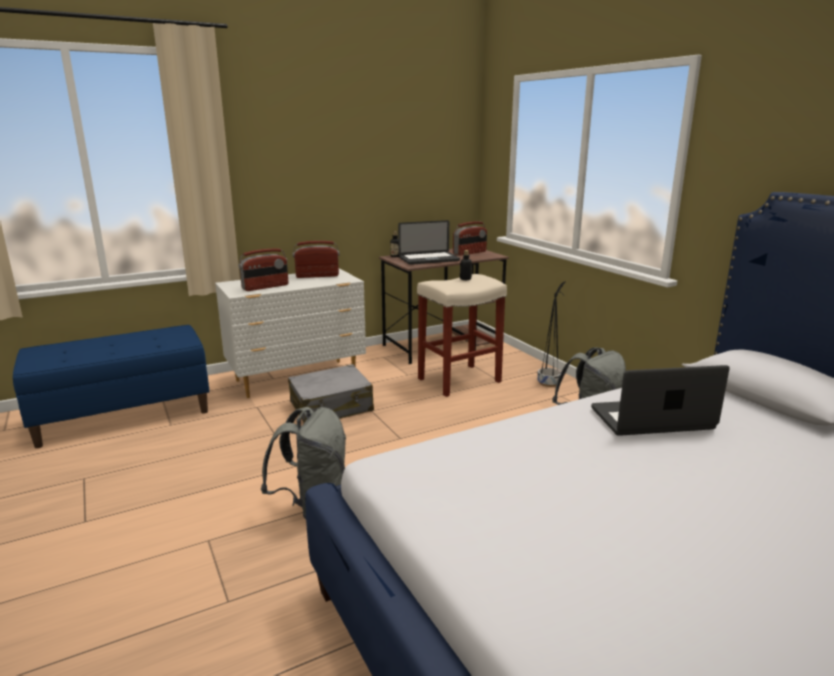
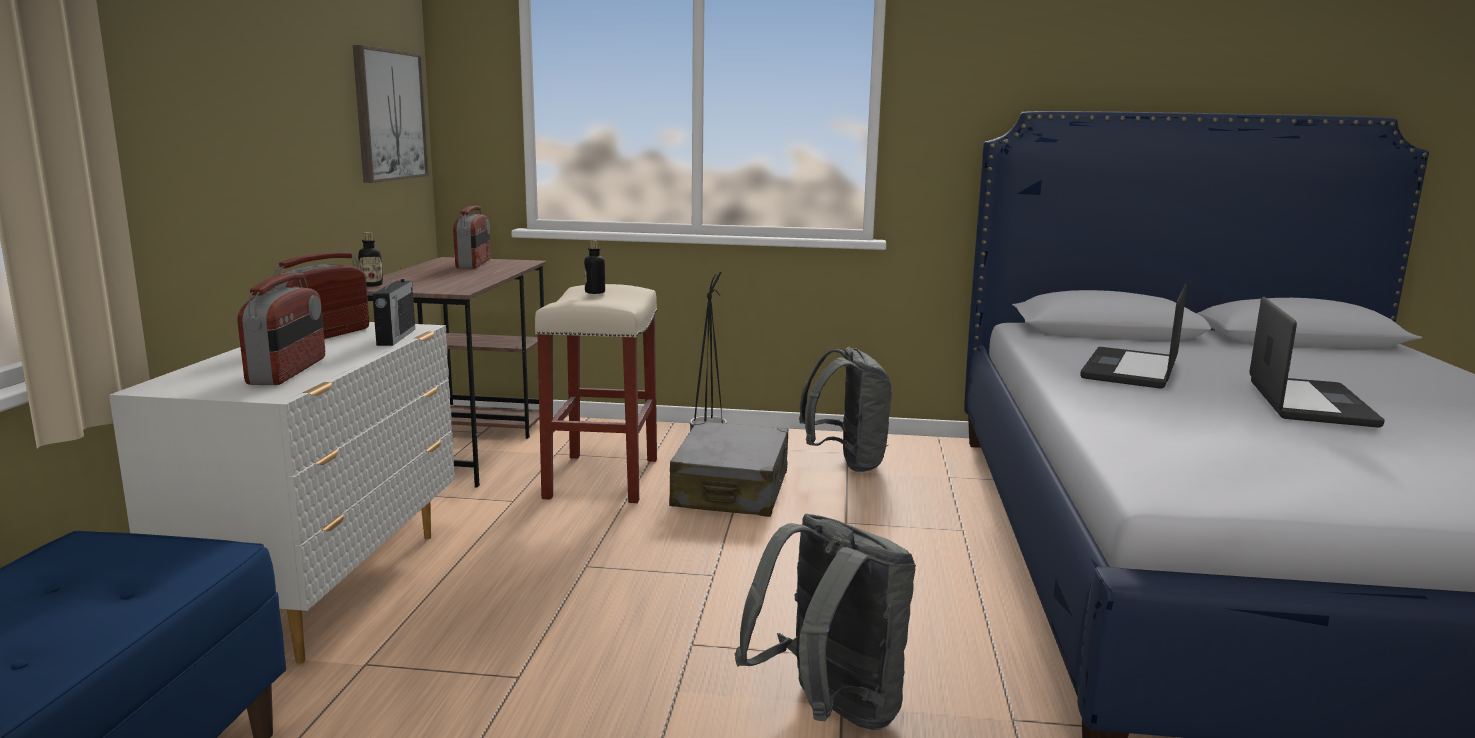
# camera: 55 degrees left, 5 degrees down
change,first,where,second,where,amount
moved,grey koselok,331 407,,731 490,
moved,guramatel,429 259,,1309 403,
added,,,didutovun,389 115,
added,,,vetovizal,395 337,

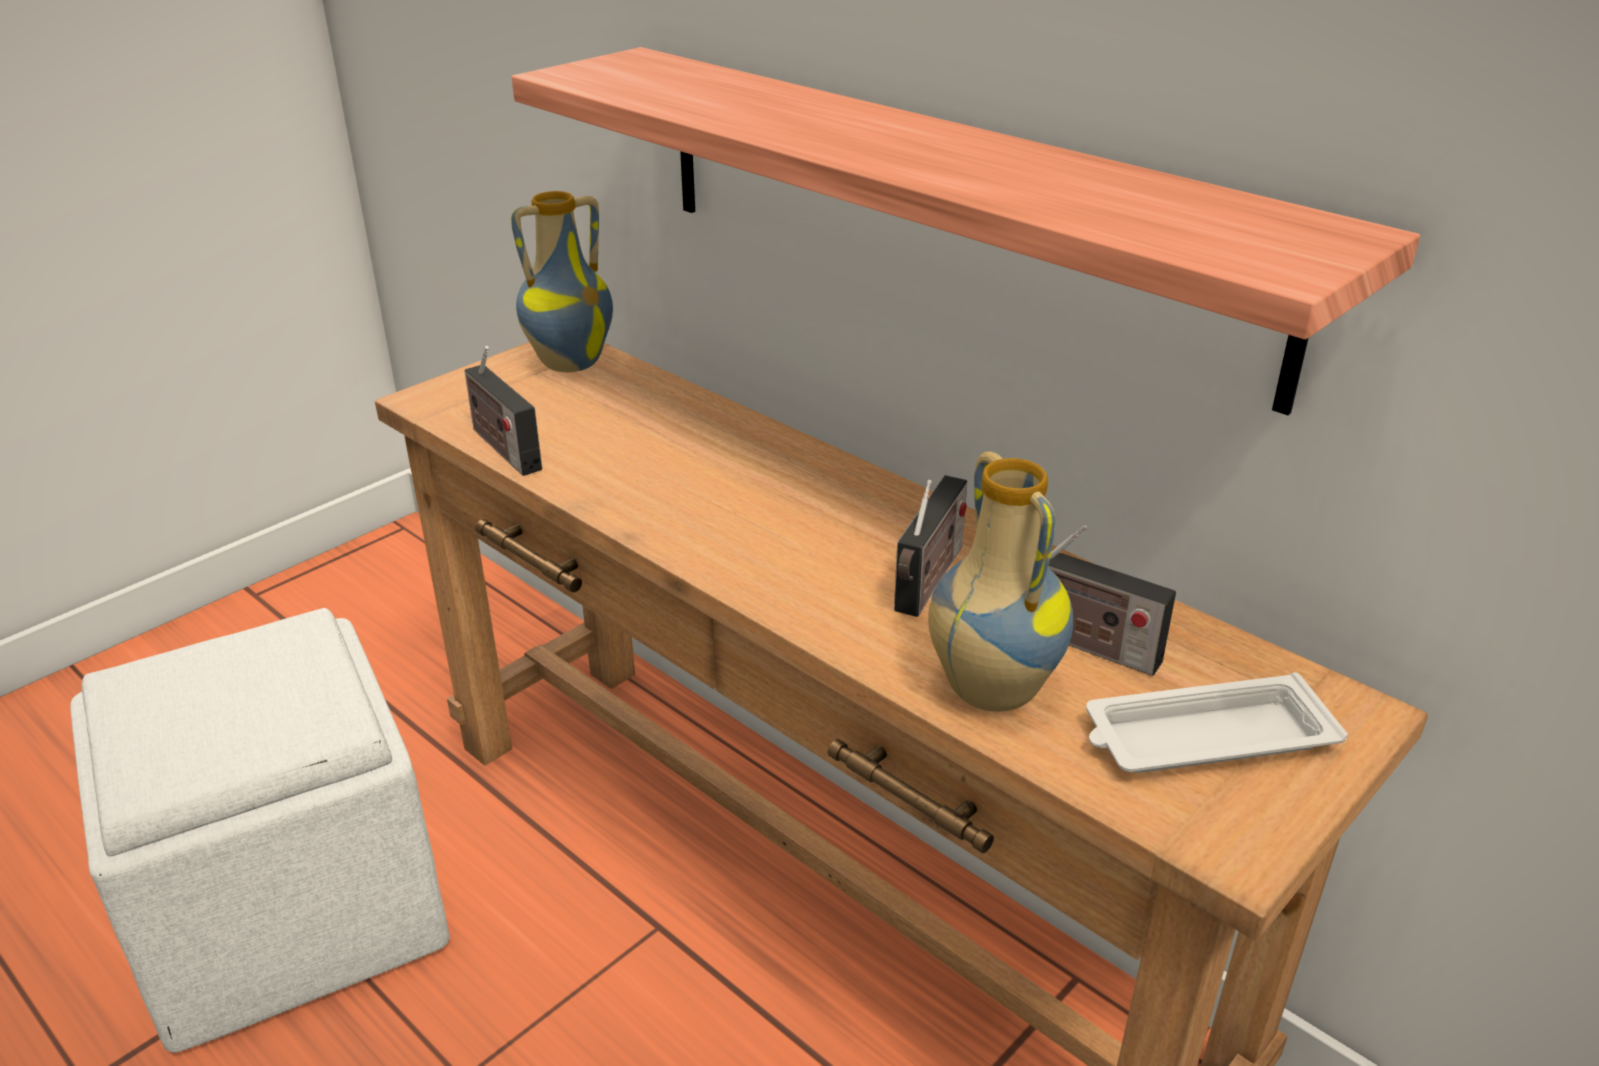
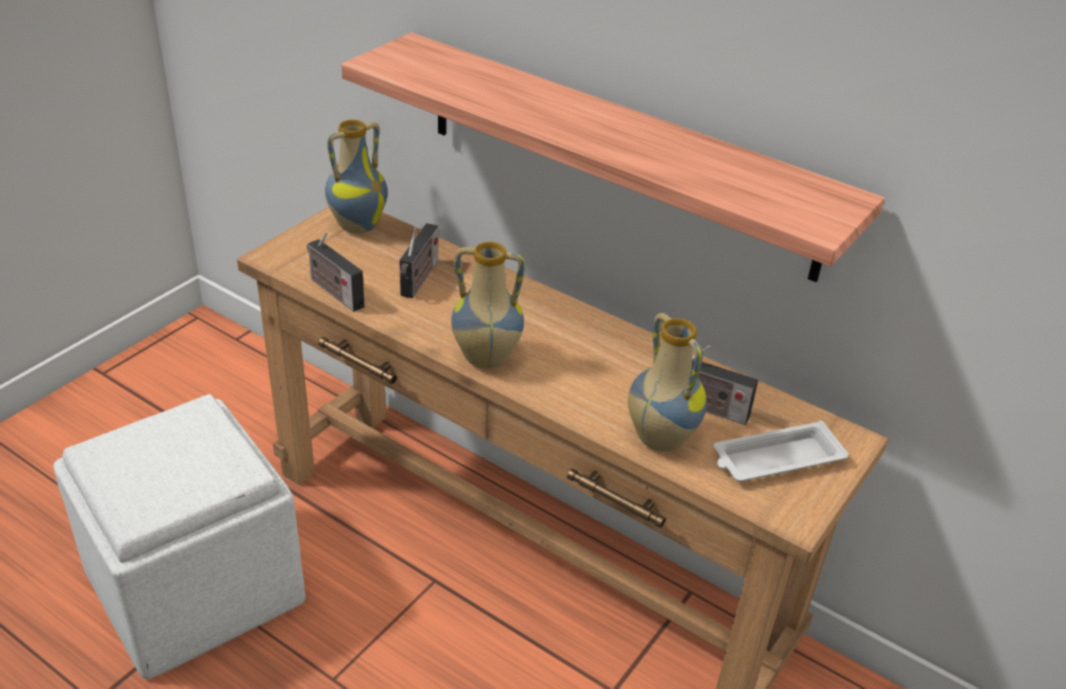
# camera: 10 degrees left, 5 degrees up
change,first,where,second,where,amount
moved,vetovizal,928 582,,419 280,
added,,,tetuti,485 359,

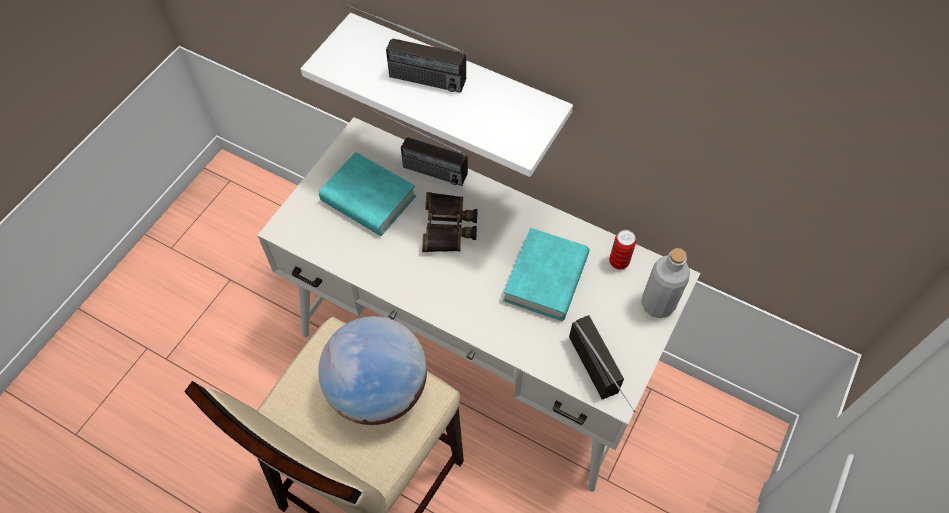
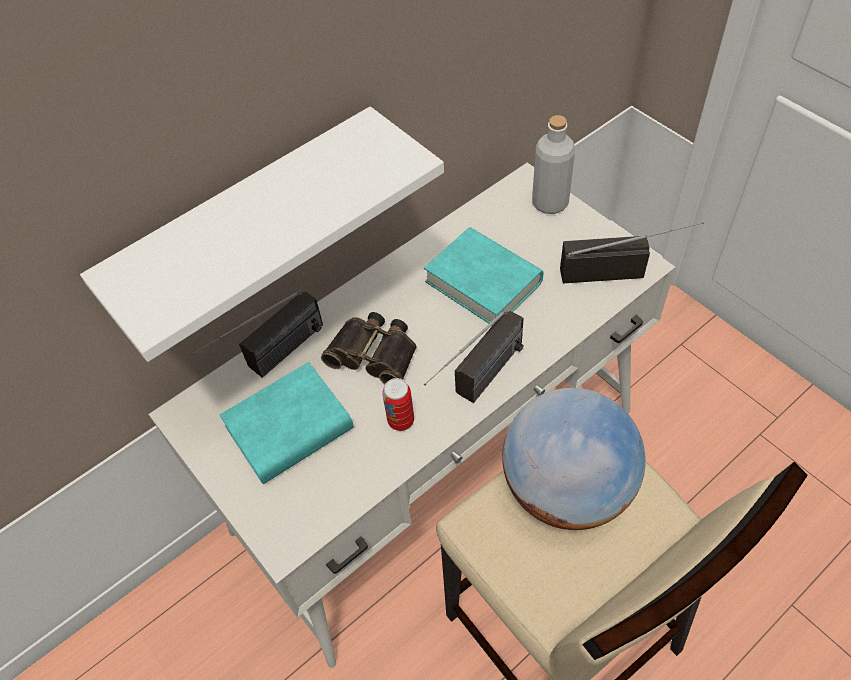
# camera: 65 degrees left, 5 degrees down
change,first,where,second,where,amount
moved,vetovizal,407 75,,478 385,
moved,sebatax,619 262,,401 421,

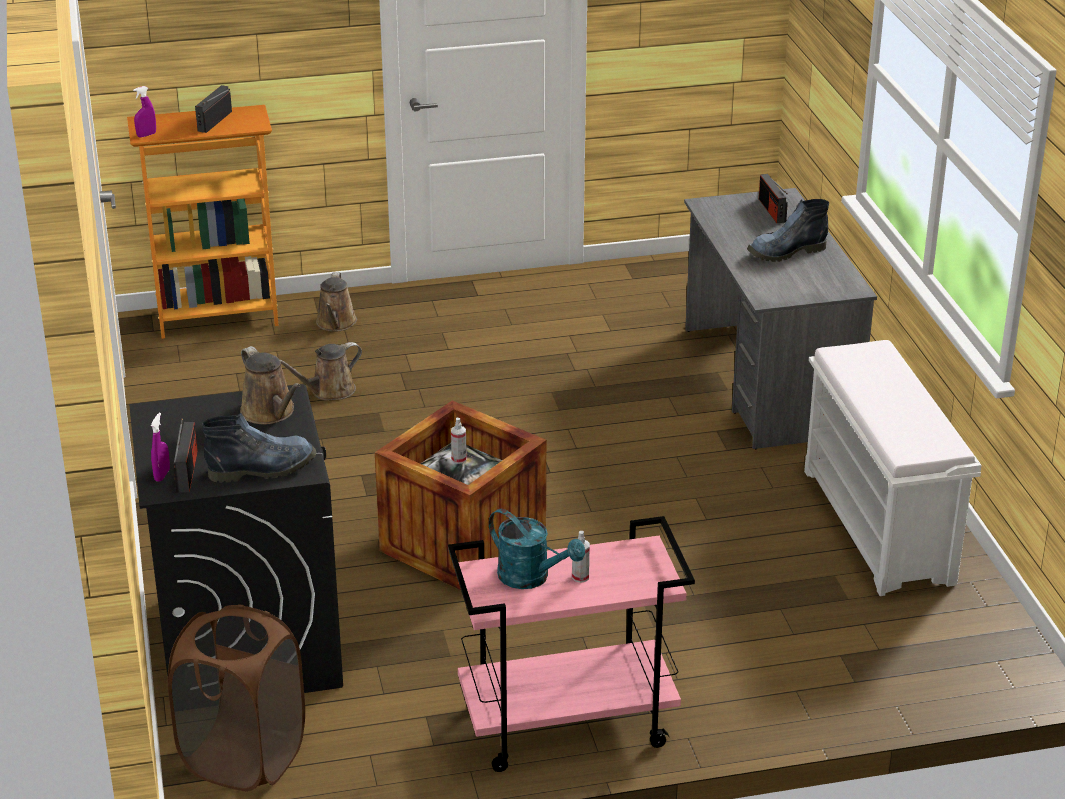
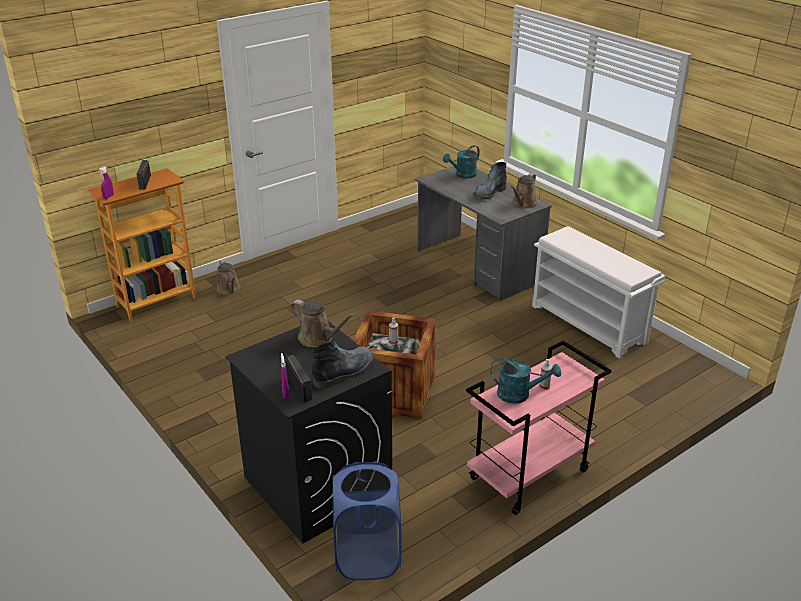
# camera: 25 degrees left, 0 degrees up
change,first,where,second,where,amount
recoloured,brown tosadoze,243 757,blue tosadoze,367 557,
moved,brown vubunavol,329 391,,523 204,
replaced,vetovizal,772 210,turquoise vubunavol,463 175,

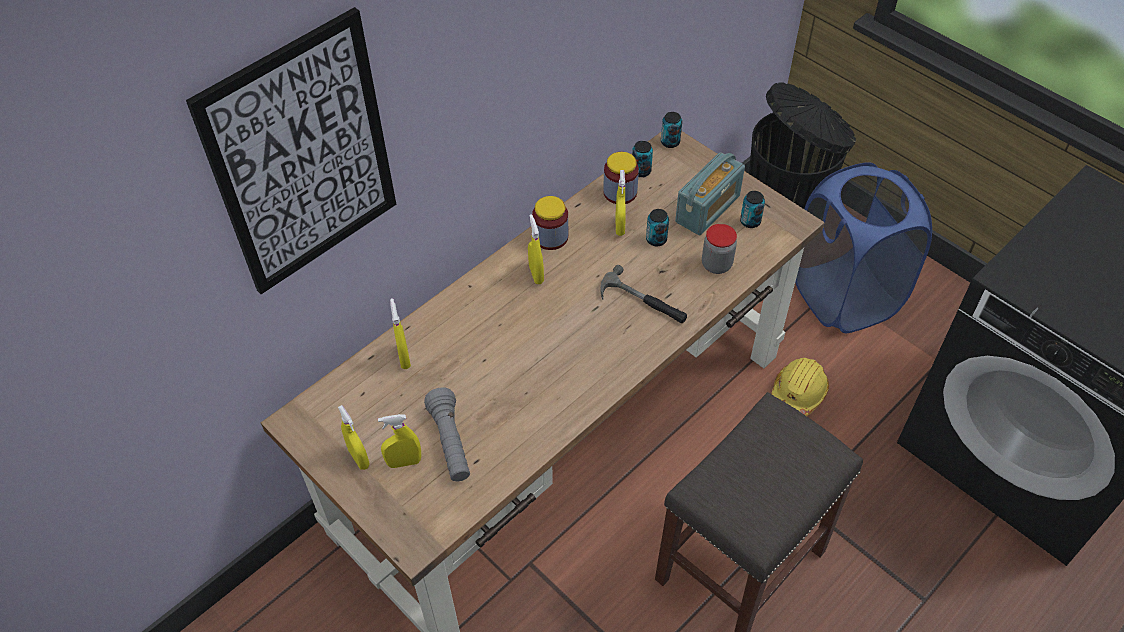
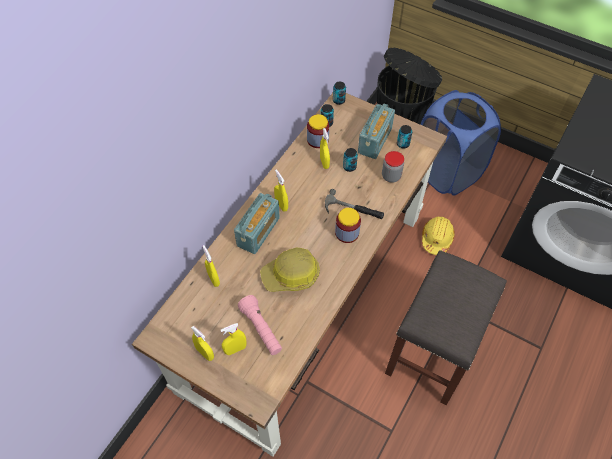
# camera: 15 degrees left, 5 degrees up
change,first,where,second,where,amount
removed,didutovun,302 157,,,
recoloured,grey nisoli,450 443,pink nisoli,261 329,
moved,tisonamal,550 237,,347 233,
added,,,vetovizal,258 231,
added,,,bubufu,291 275,

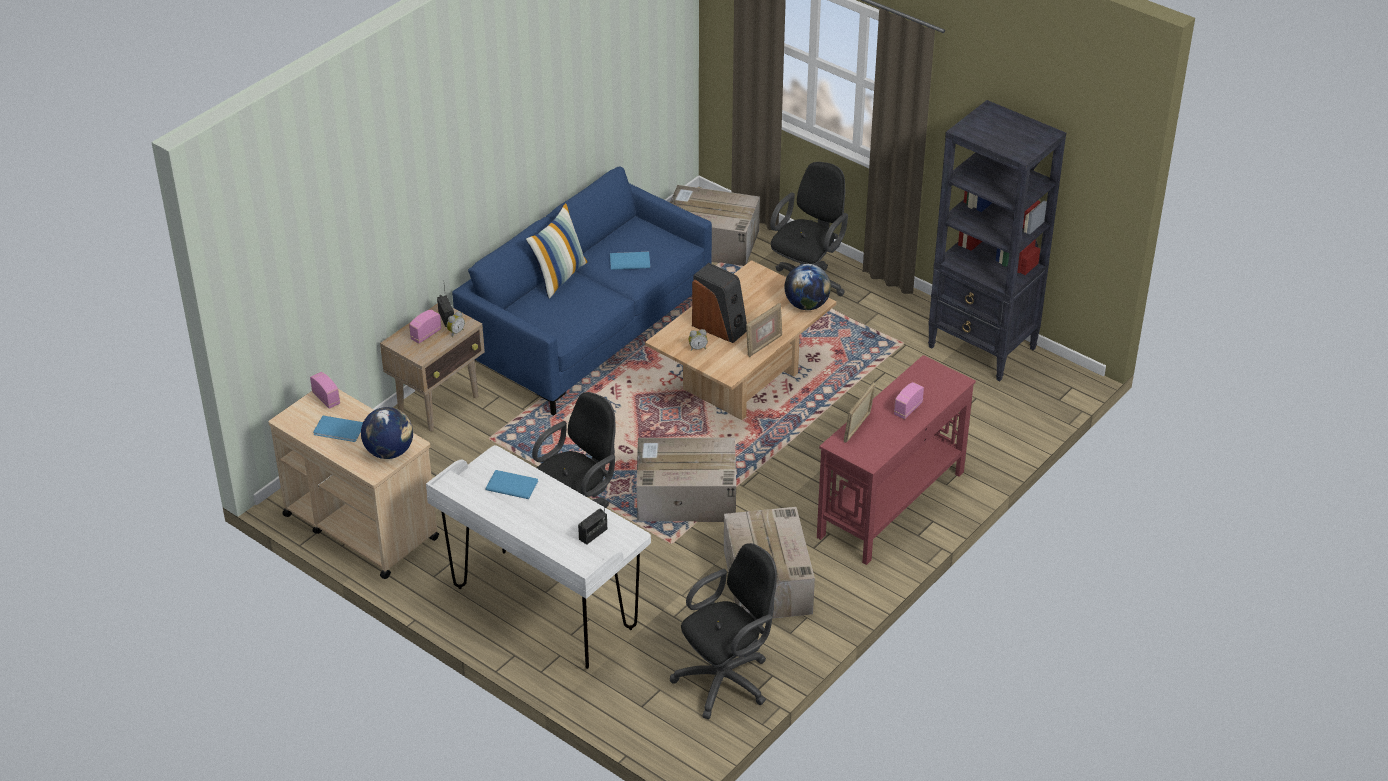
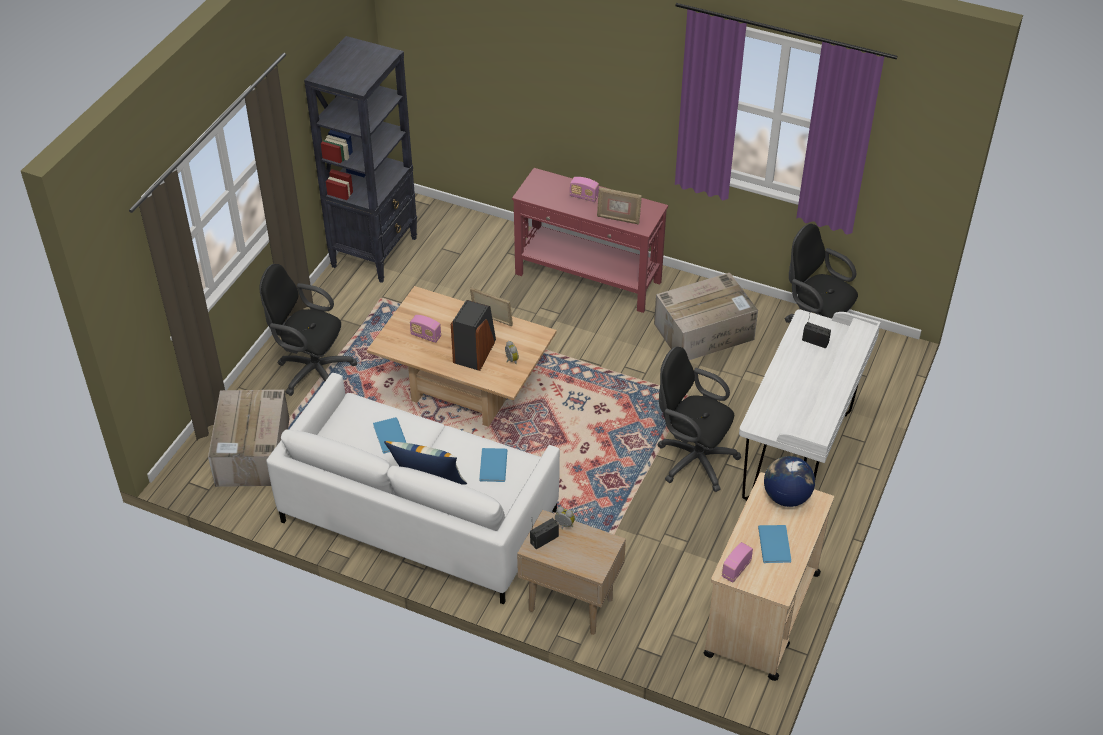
# camera: 105 degrees left, 5 degrees up
change,first,where,second,where,amount
moved,vetovizal,426 335,,426 336,
recoloured,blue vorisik,588 330,white vorisik,419 515,
moved,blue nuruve,511 484,,492 466,
removed,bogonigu,684 497,,,
removed,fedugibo,806 305,,,

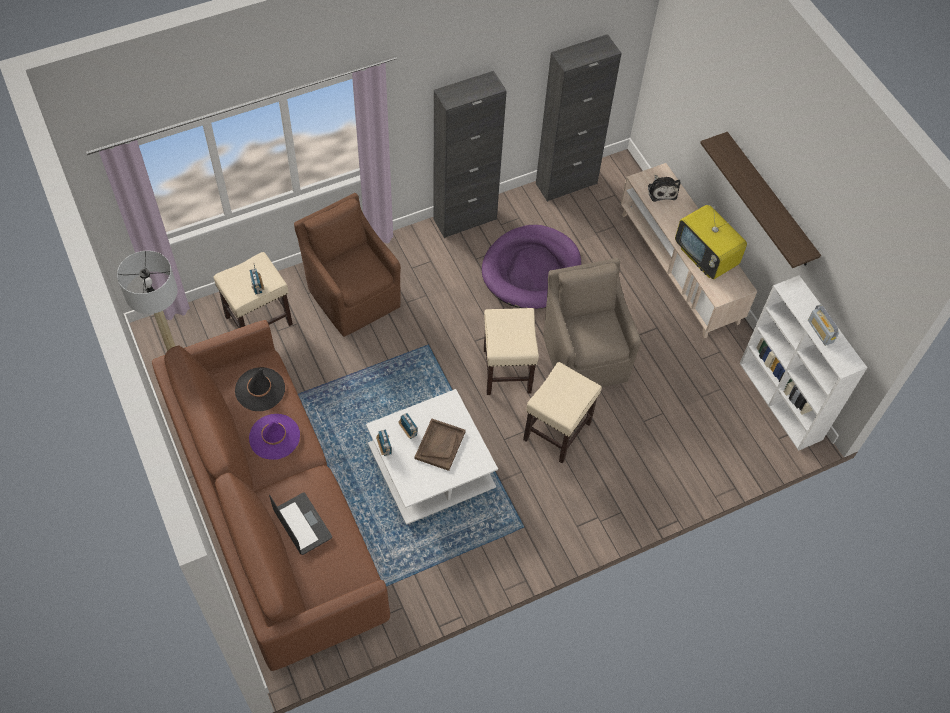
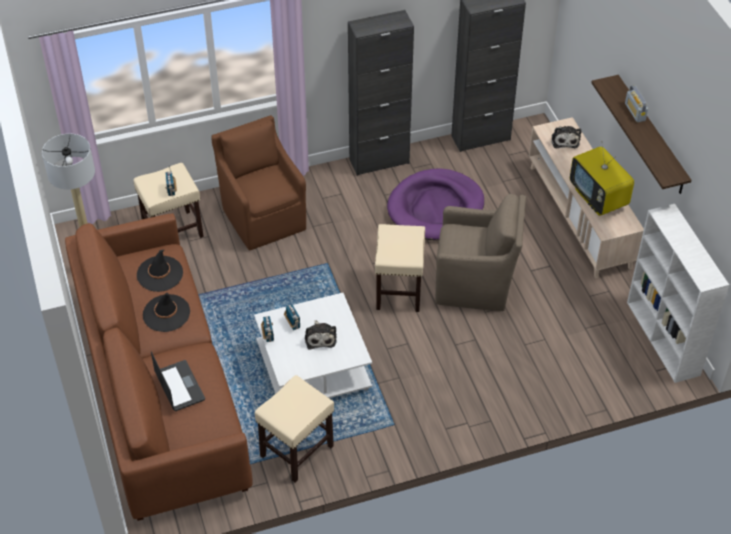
# camera: 10 degrees right, 10 degrees down
change,first,where,second,where,amount
recoloured,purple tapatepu,274 437,black tapatepu,166 313,
replaced,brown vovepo,440 445,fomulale,320 337,
moved,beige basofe,557 430,,297 450,
turned,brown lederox,584 355,,476 284,105 degrees clockwise
moved,vetovizal,820 331,,635 112,

